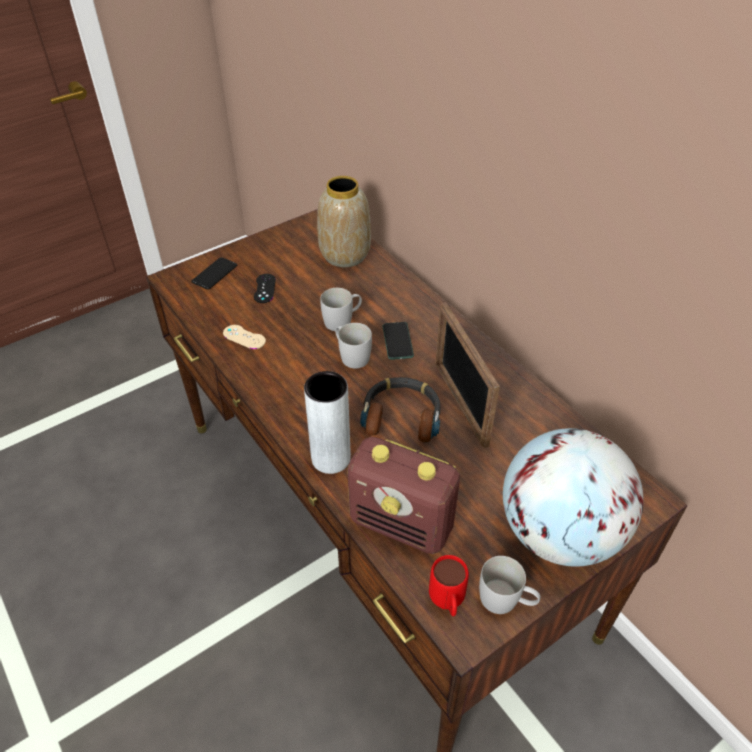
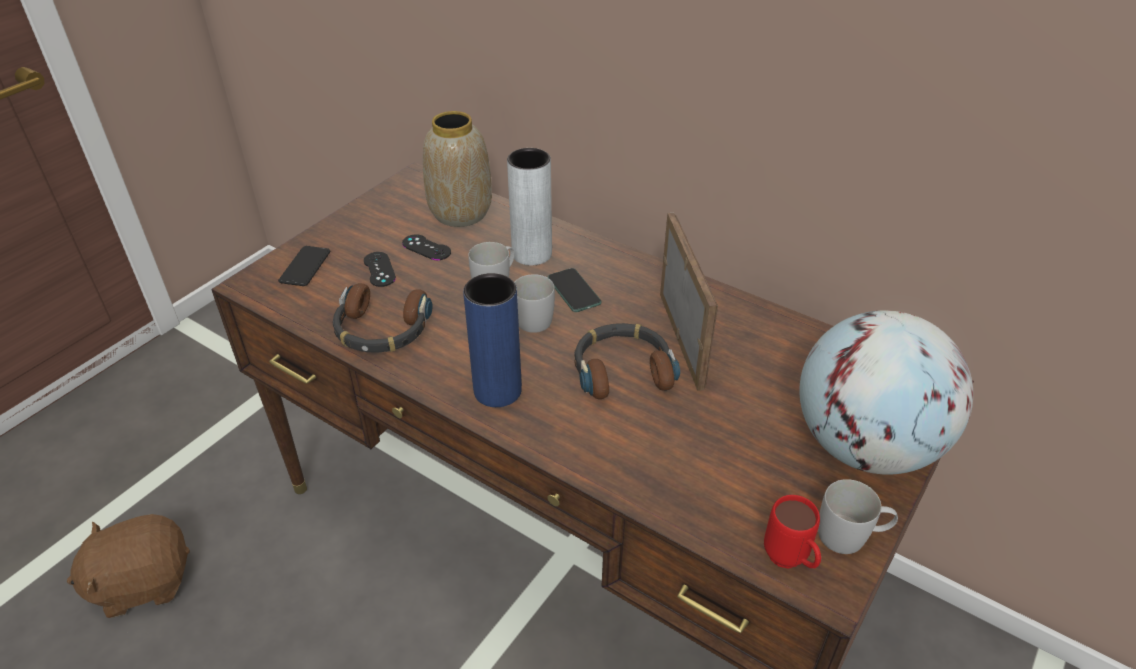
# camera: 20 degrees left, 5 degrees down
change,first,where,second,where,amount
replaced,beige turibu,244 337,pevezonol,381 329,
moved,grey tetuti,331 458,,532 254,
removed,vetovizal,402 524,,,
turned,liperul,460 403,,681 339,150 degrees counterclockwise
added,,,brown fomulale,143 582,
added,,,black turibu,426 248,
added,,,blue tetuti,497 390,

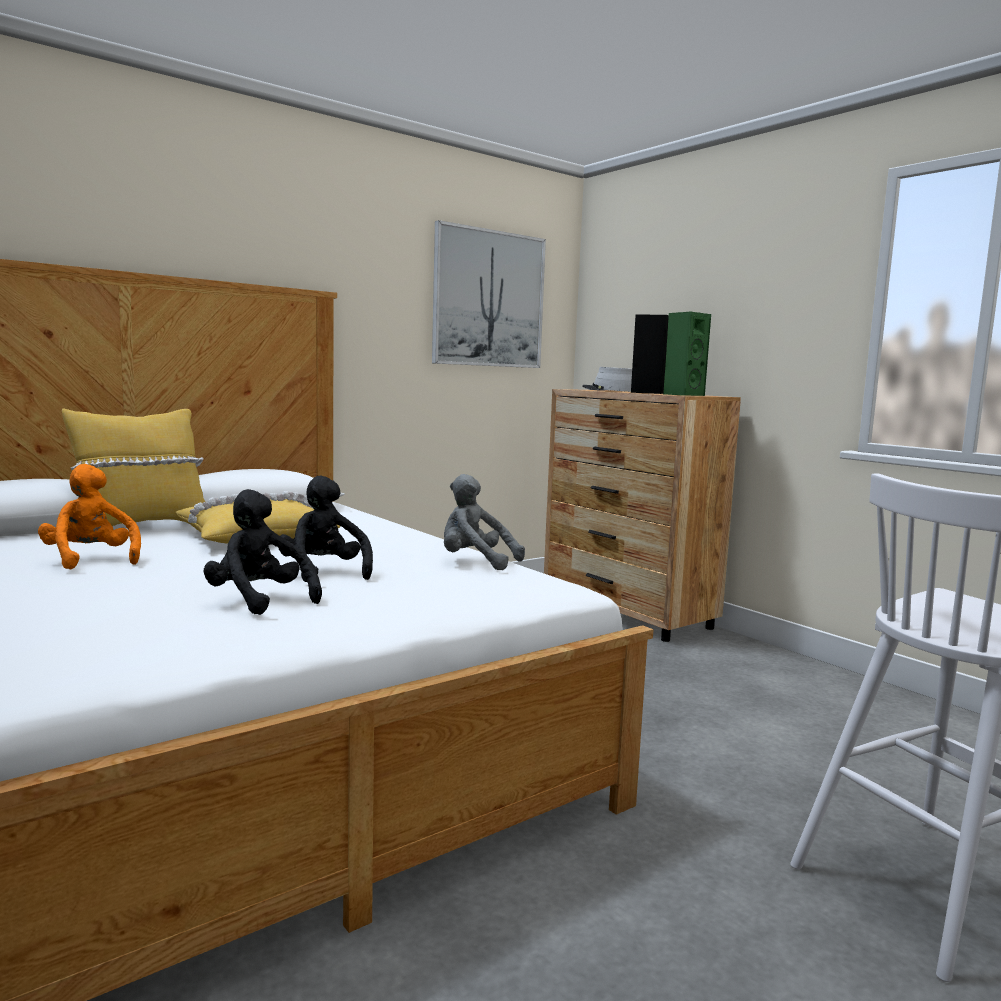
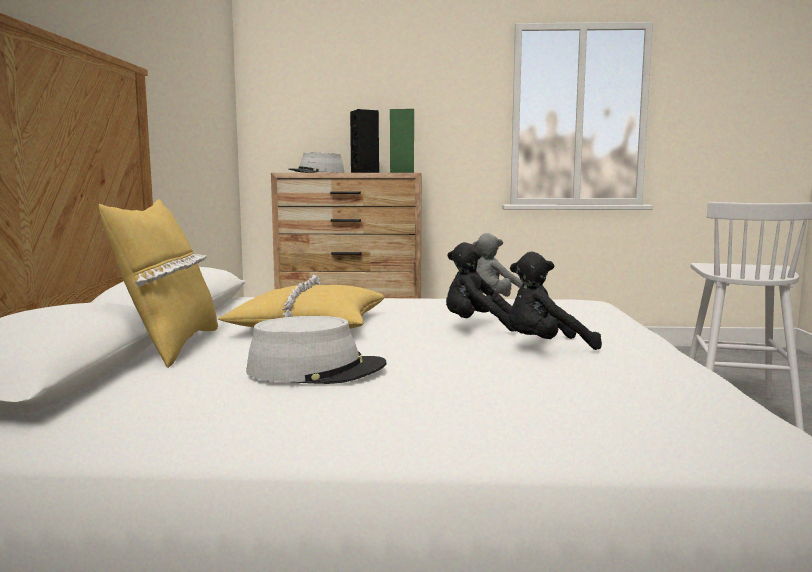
# camera: 50 degrees left, 0 degrees up
change,first,where,second,where,amount
replaced,orange fomulale,91 560,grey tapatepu,316 370,
removed,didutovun,488 299,,,

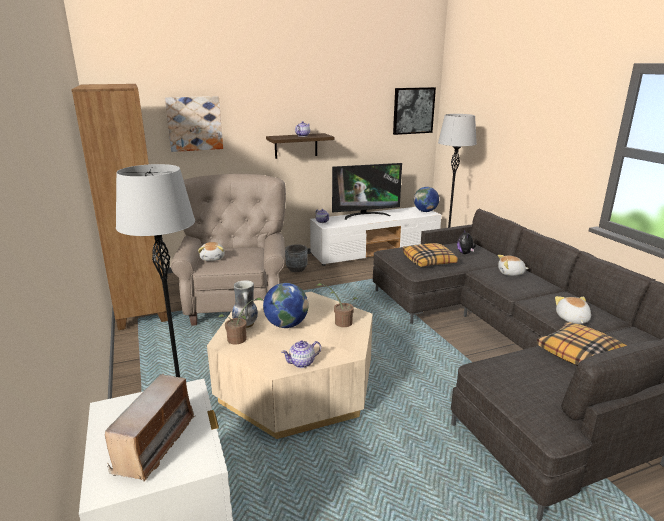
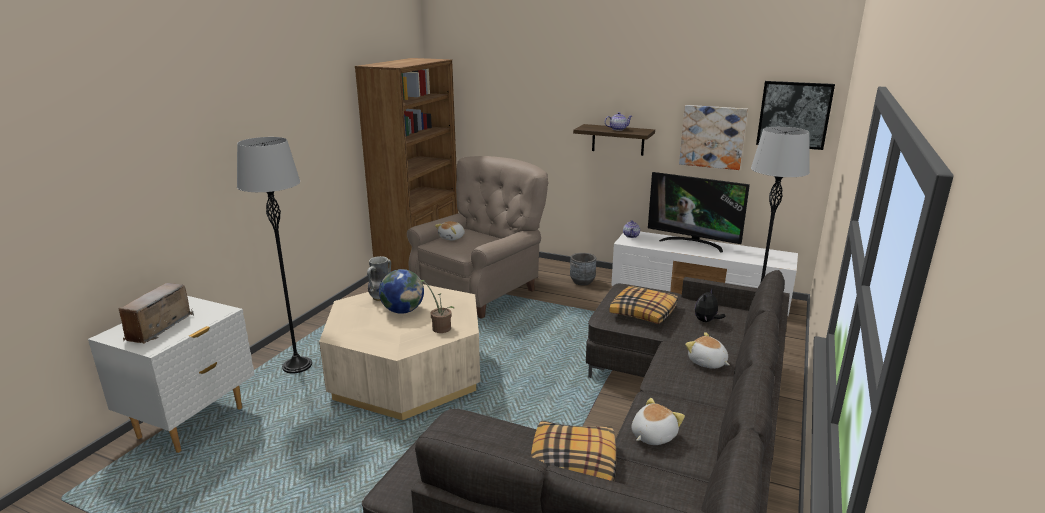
# camera: 45 degrees right, 0 degrees up
change,first,where,second,where,amount
turned,vetovizal,156 443,,159 328,135 degrees clockwise
moved,didutovun,194 123,,712 137,
removed,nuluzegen,239 340,,,
removed,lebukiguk,302 363,,,
removed,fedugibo,425 211,,,

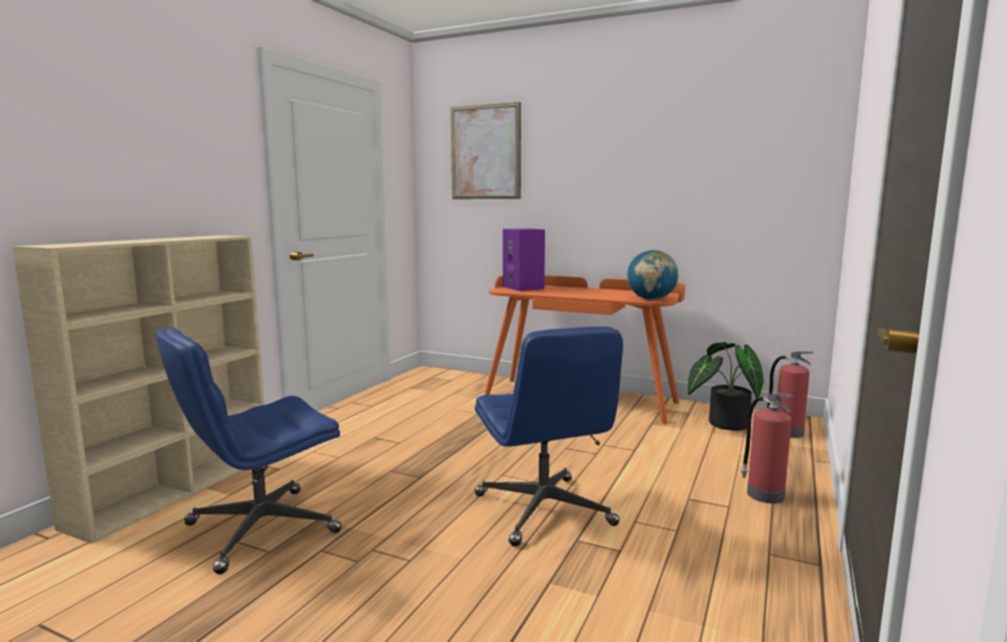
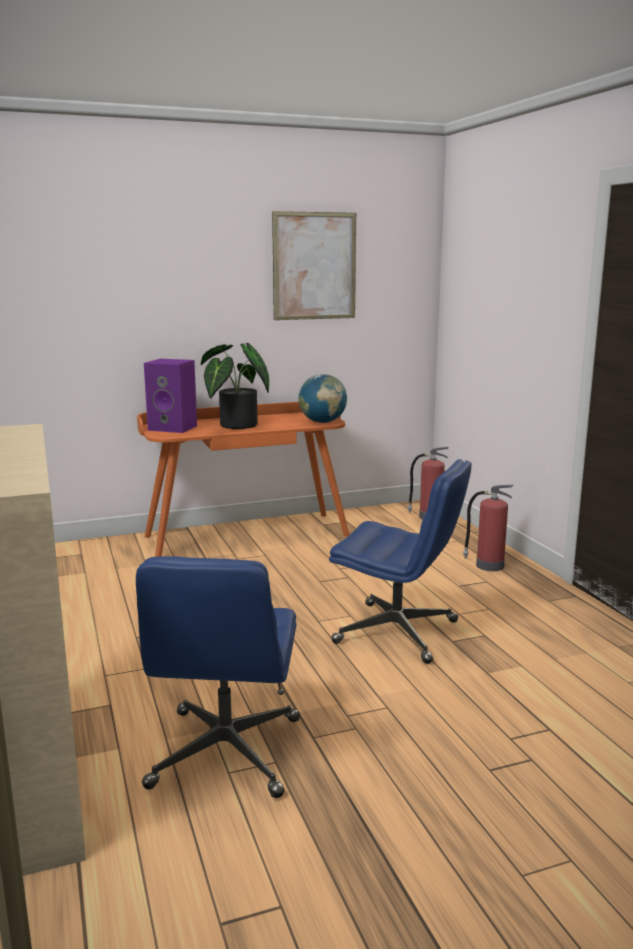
# camera: 45 degrees left, 5 degrees up
change,first,where,second,where,amount
moved,didutovun,485 152,,314 266,
moved,nuluzegen,723 423,,234 426,

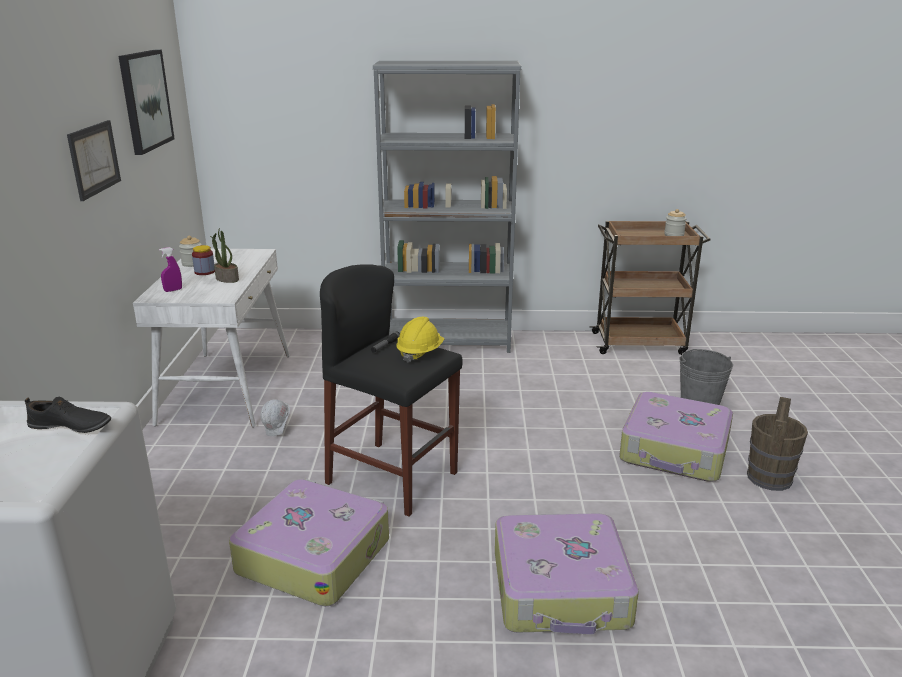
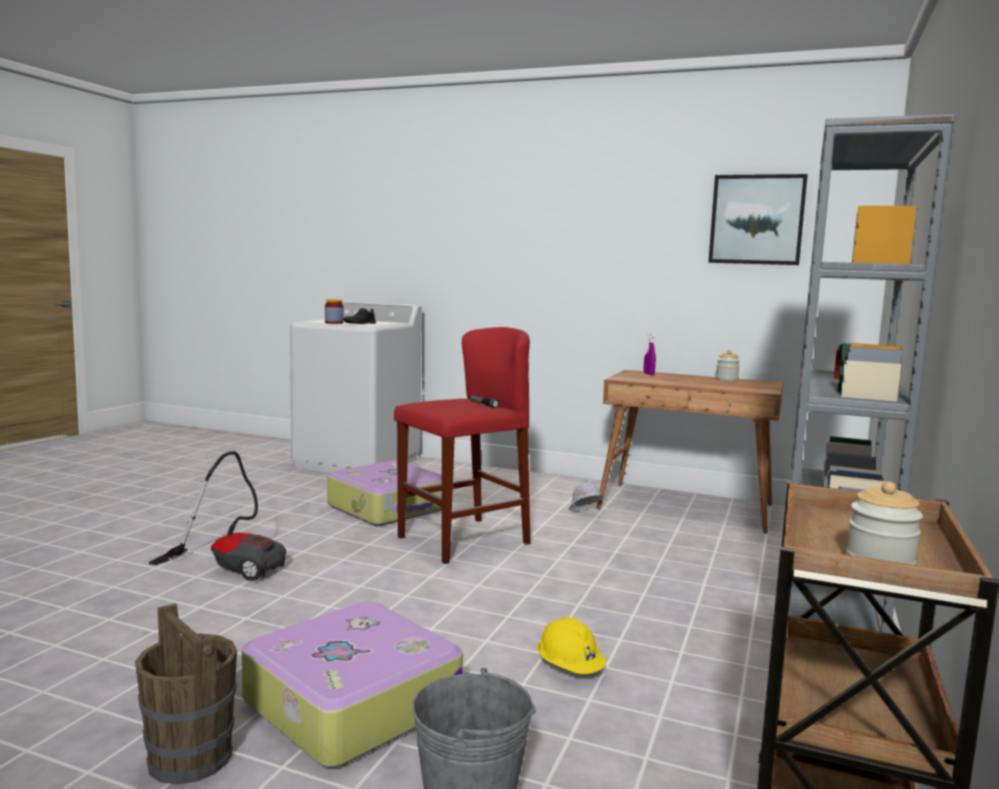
# camera: 110 degrees right, 15 degrees down
change,first,where,second,where,amount
removed,didutovun,94 159,,,
recoloured,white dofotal,226 388,brown dofotal,686 507,
moved,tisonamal,204 272,,334 323,
removed,nuluzegen,226 279,,,
recoloured,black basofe,392 478,red basofe,463 540,
moved,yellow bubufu,420 353,,569 668,
replaced,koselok,561 590,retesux,232 566,

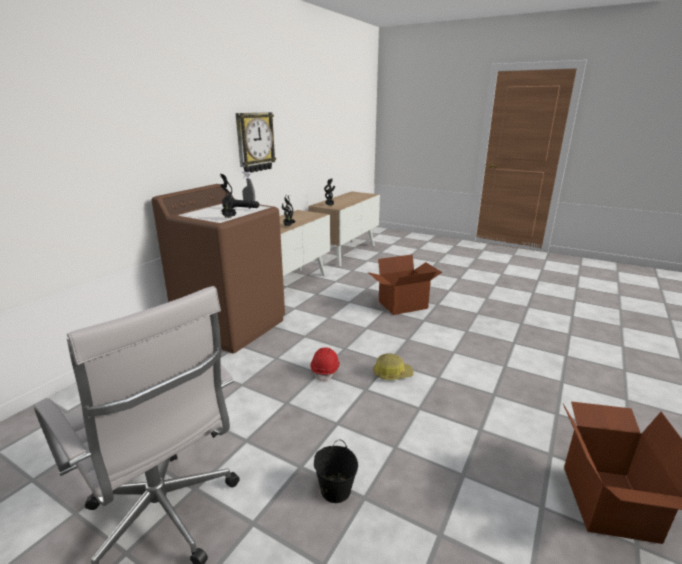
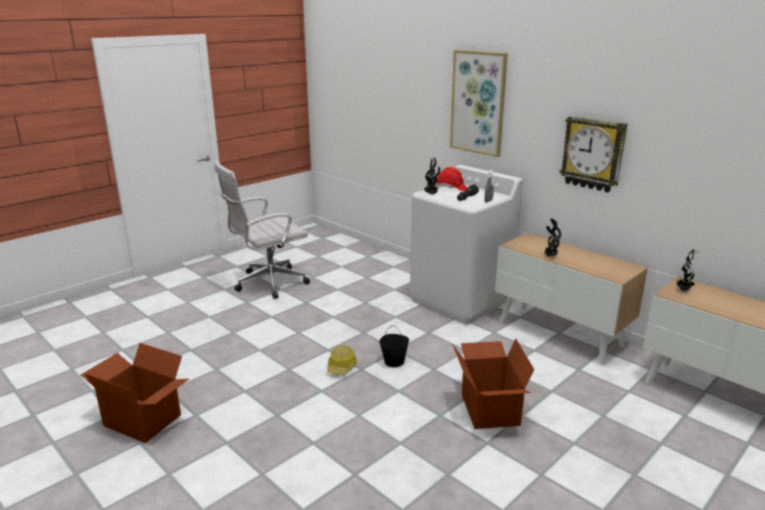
# camera: 105 degrees right, 0 degrees up
change,first,where,second,where,amount
recoloured,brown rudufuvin,232 325,white rudufuvin,461 300,
moved,red bubufu,325 370,,451 188,
moved,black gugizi,335 490,,394 361,
added,,,didutovun,478 103,

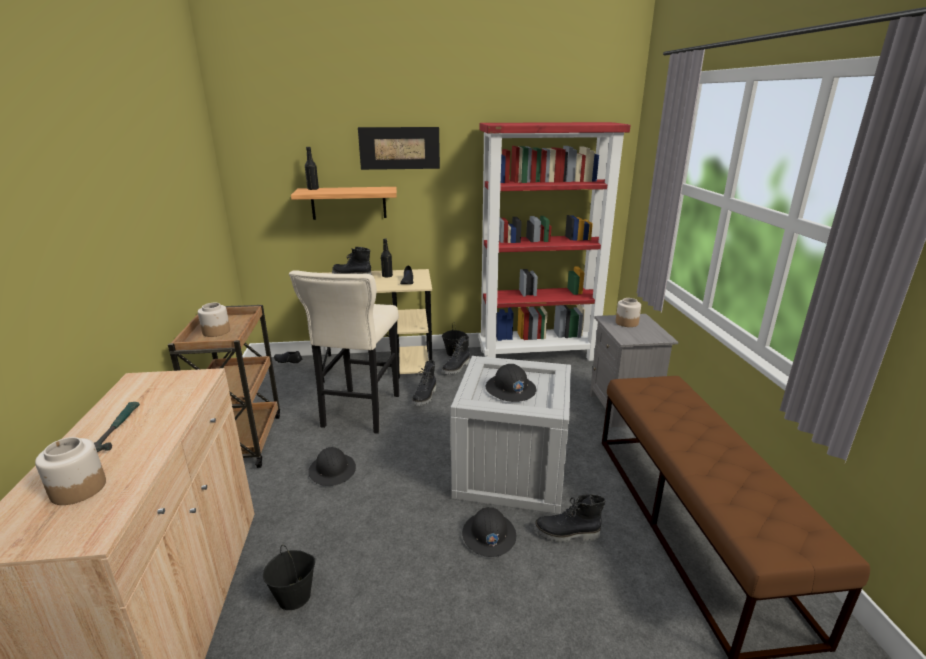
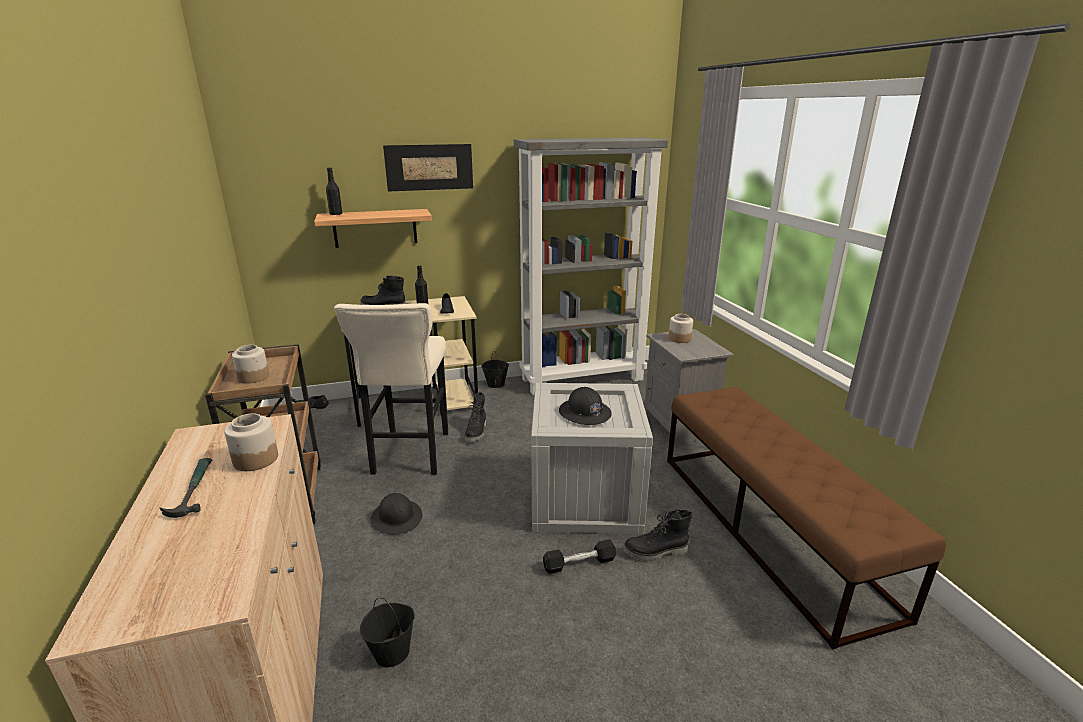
# camera: 10 degrees left, 0 degrees up
change,first,where,second,where,amount
moved,tisonamal,78 488,,255 459,
removed,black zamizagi,456 368,,,
replaced,black bubufu,488 535,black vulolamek,579 563,
recoloured,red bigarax,538 354,grey bigarax,583 378,

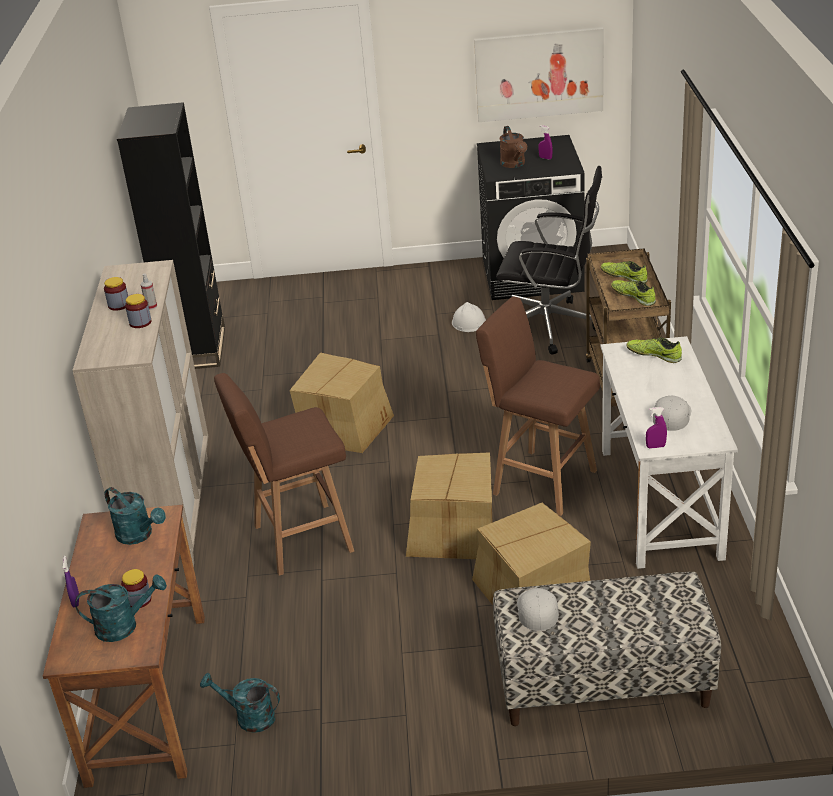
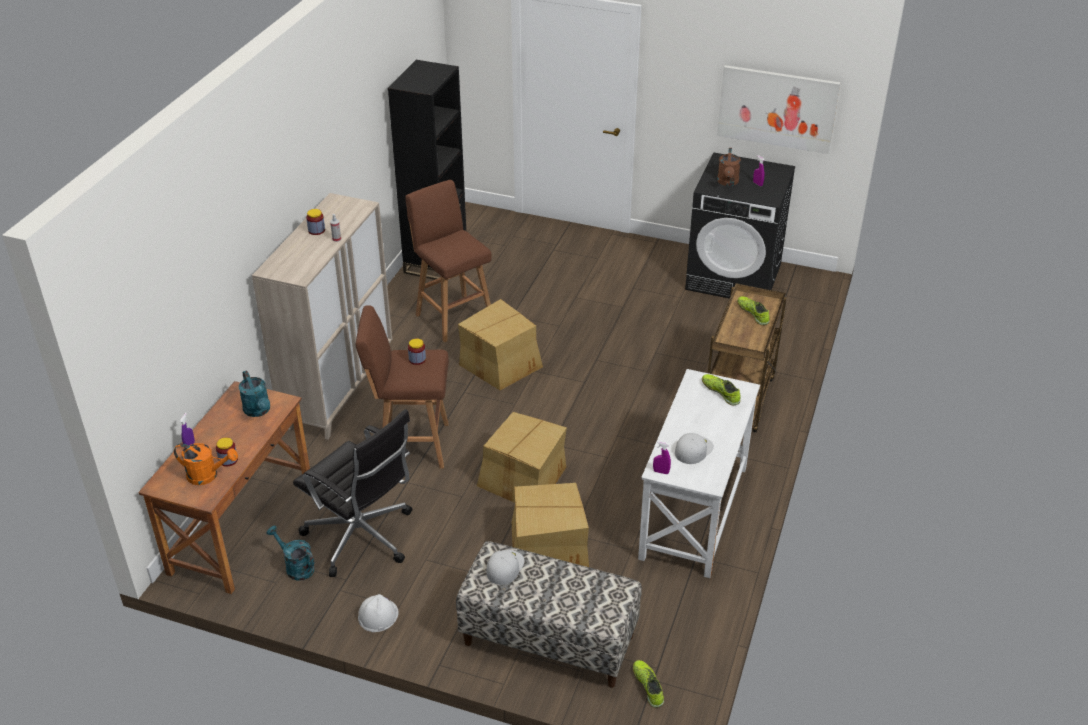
# camera: 20 degrees right, 5 degrees up
change,first,where,second,where,amount
recoloured,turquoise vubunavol,124 626,orange vubunavol,208 475,
moved,tisonamal,140 322,,417 359,
moved,white bubufu,468 322,,378 615,
moved,brown basofe,541 481,,453 316,
moved,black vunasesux,550 326,,362 538,
moved,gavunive,633 296,,648 686,

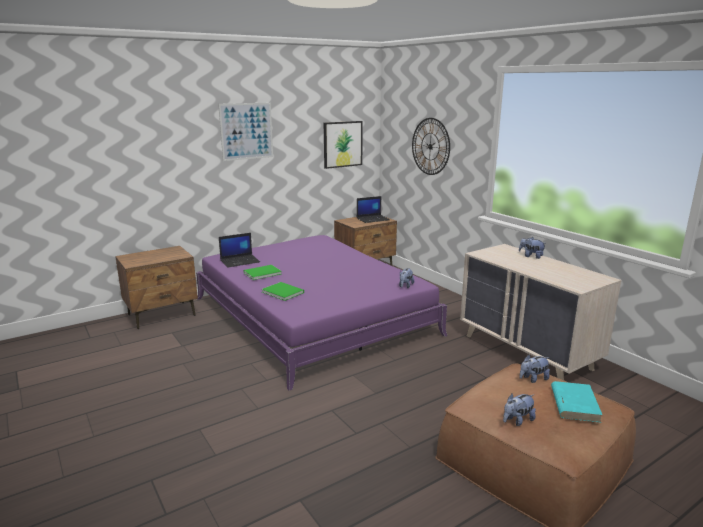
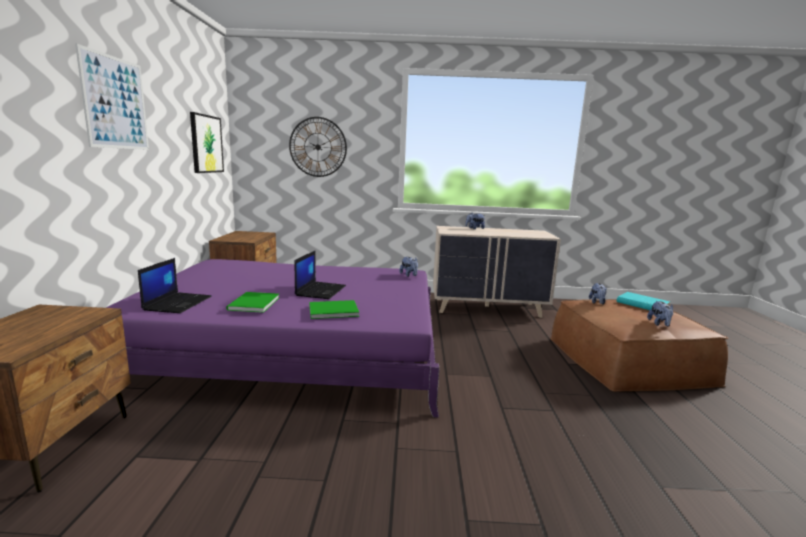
# camera: 55 degrees left, 5 degrees down
change,first,where,second,where,amount
moved,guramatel,373 219,,320 290,

